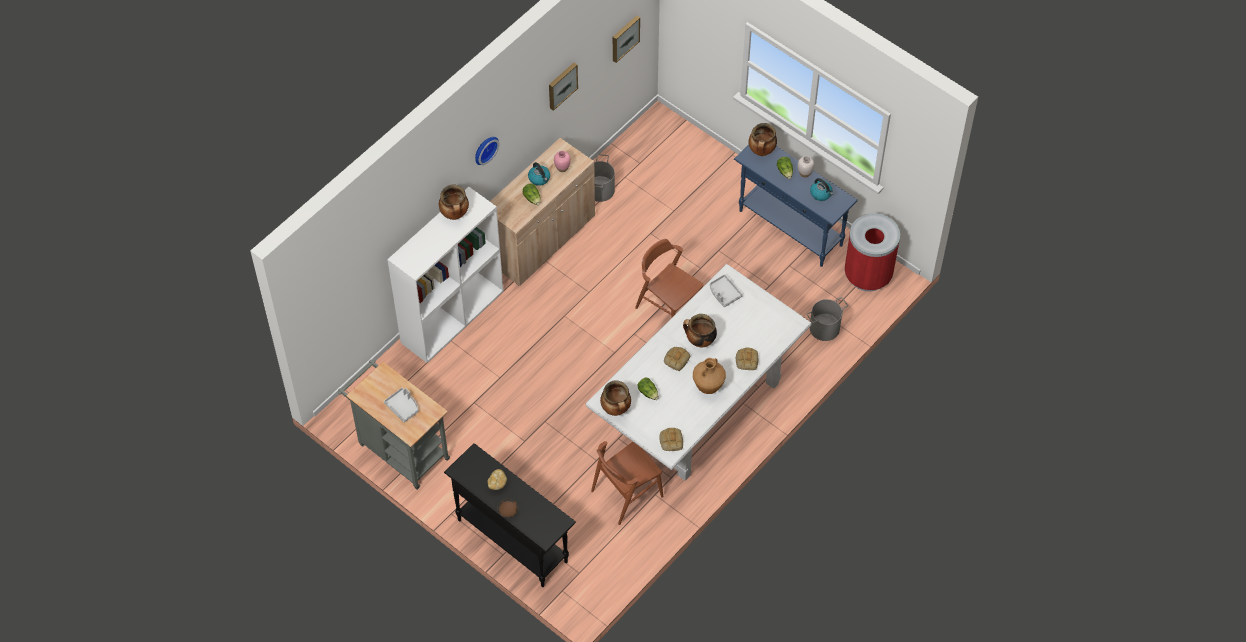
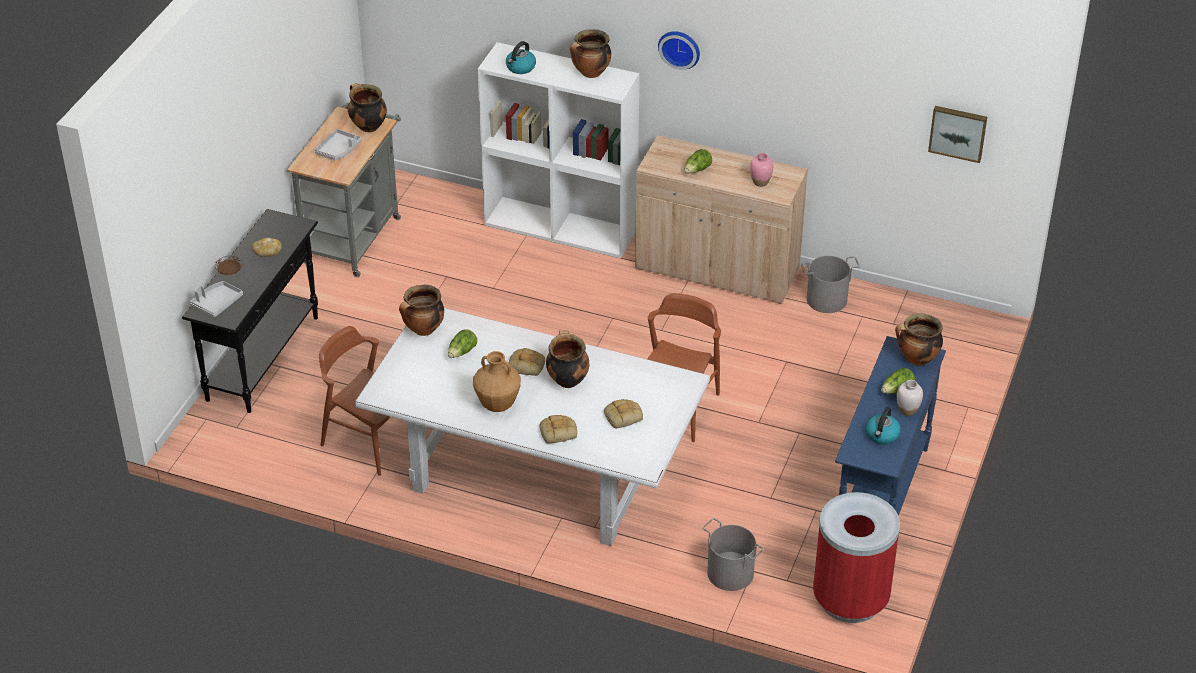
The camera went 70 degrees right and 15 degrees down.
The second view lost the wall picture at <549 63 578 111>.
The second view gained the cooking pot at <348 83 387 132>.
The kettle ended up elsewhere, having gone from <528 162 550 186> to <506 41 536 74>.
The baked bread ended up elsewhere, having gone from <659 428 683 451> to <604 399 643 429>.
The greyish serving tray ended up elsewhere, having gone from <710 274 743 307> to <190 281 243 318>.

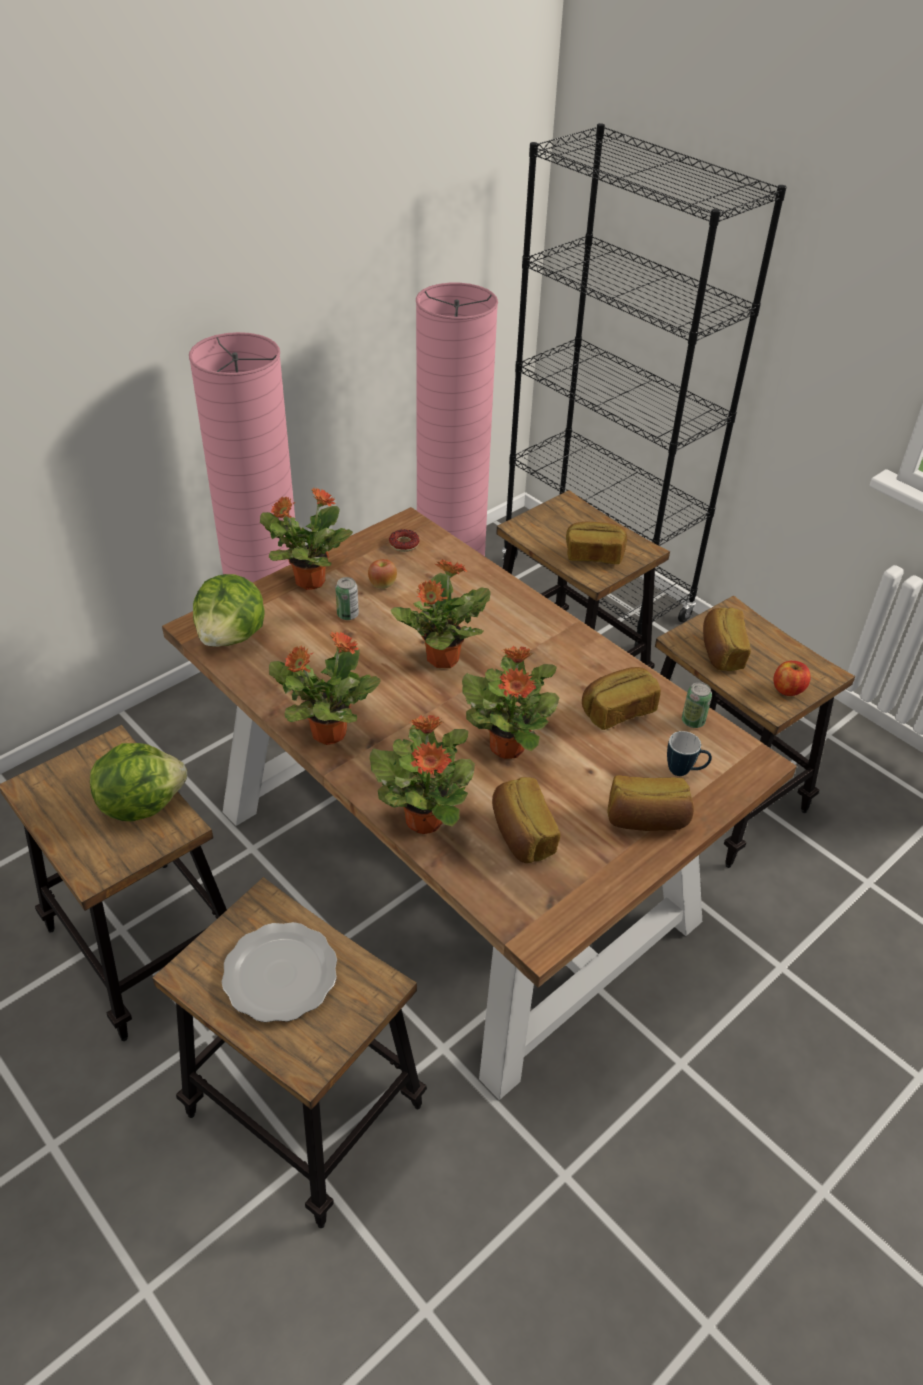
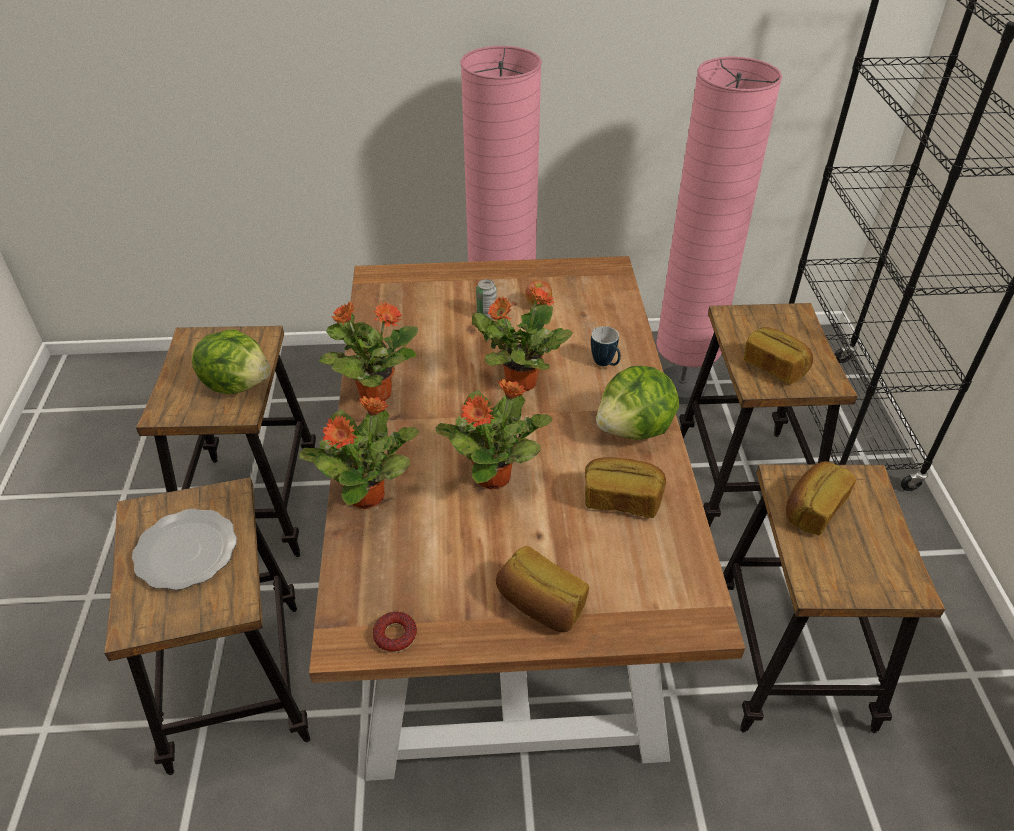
The camera went 40 degrees right and 0 degrees up.
The second view lost the plant in a pot at <260 488 353 590>.
The second view lost the baked bread at <492 777 561 863>.
The second view lost the sealed can at <682 682 712 728>.
The second view lost the apple fruit at <774 661 811 696>.
The lettuce ended up elsewhere, having gone from <193 574 265 647> to <596 366 679 440>.
The doughnut ended up elsewhere, having gone from <389 529 419 552> to <373 612 417 653>.
The tea mug ended up elsewhere, having gone from <667 731 712 776> to <591 326 621 366>.

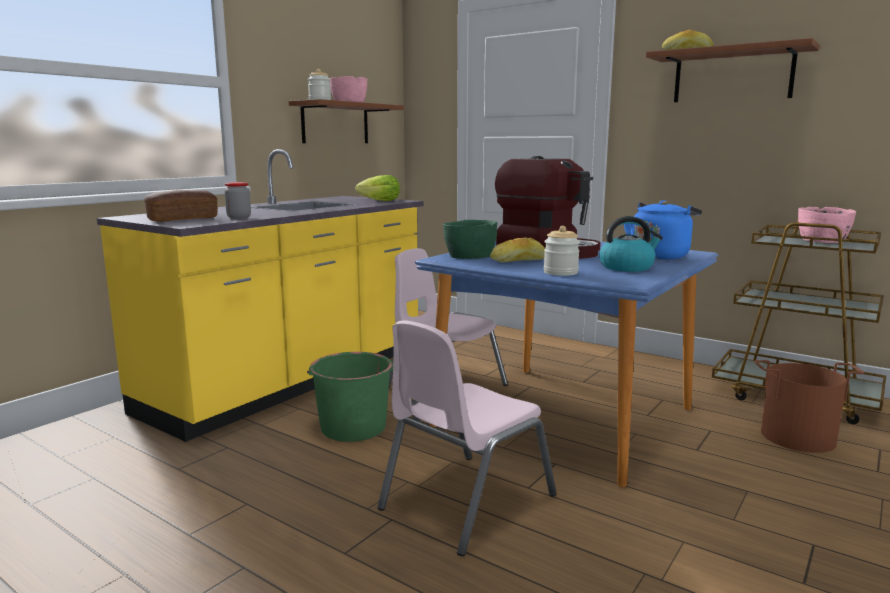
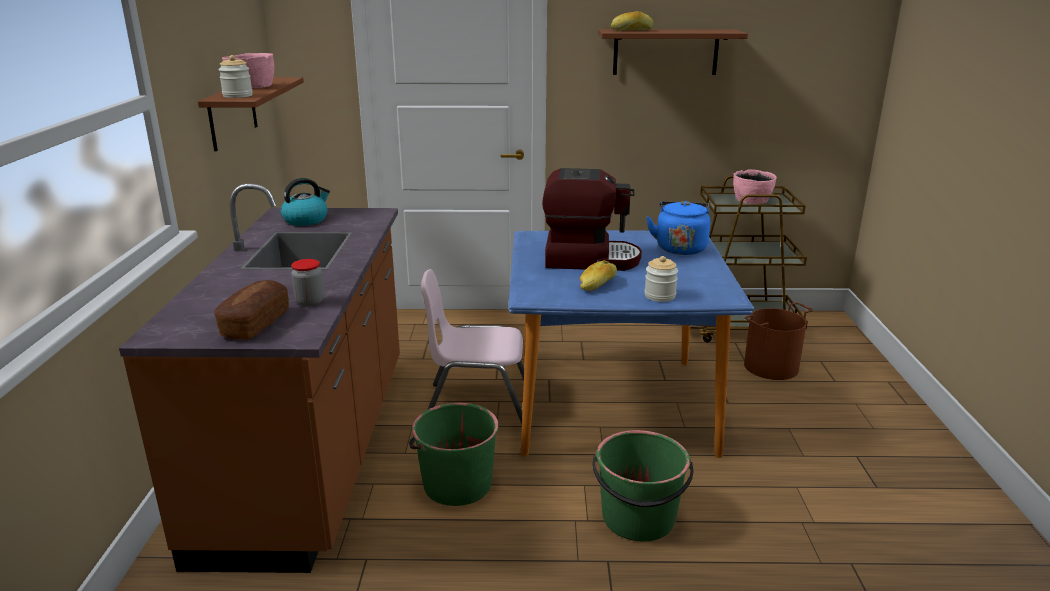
The camera went 35 degrees left and 10 degrees up.
The second view lost the lettuce at <355 175 400 201>.
The second view lost the green deep dish at <443 220 497 259>.
The kettle ended up elsewhere, having gone from <599 216 663 272> to <281 178 330 226>.
Where the pink-coloured plain chair stood at <377 320 557 556>, the green bucket came to stand at <592 430 694 541>.
What was the yellow kitchen counter at <97 149 423 442> turned into the brown kitchen counter at <119 183 400 573>.

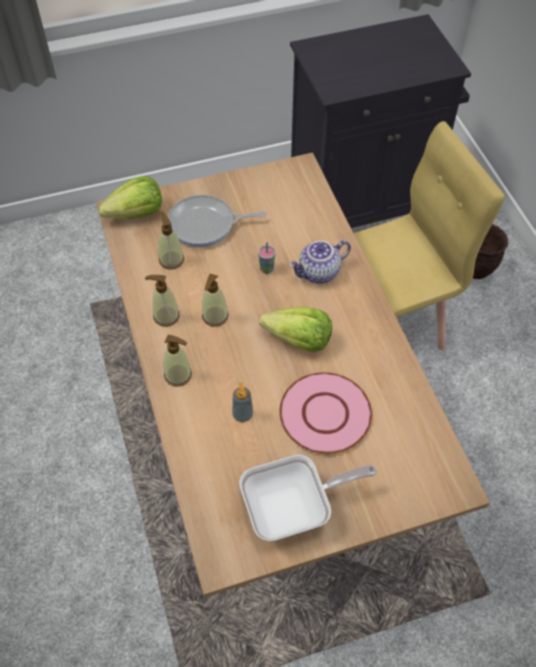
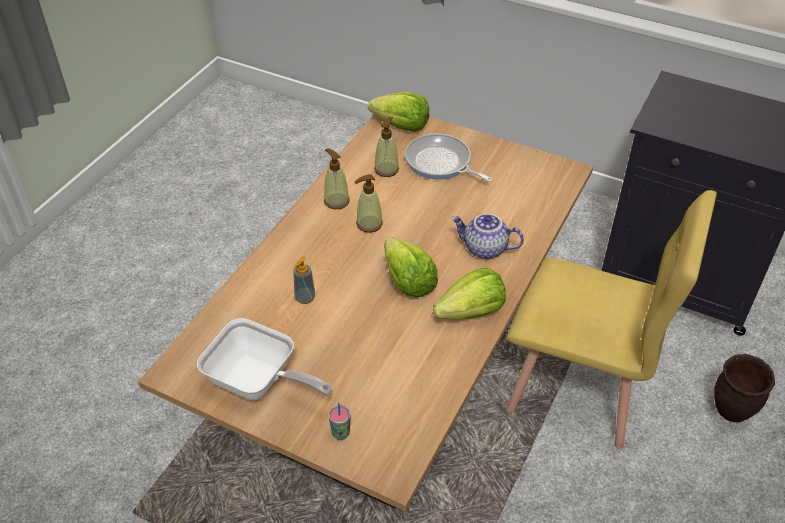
The camera went 45 degrees right and 10 degrees down.
The second view lost the soap bottle at <164 335 192 387>.
The second view lost the pink-coloured plate at <279 372 372 454>.
The second view gained the lettuce at <433 268 506 320>.
The drinking cup ended up elsewhere, having gone from <258 242 275 274> to <328 403 351 440>.

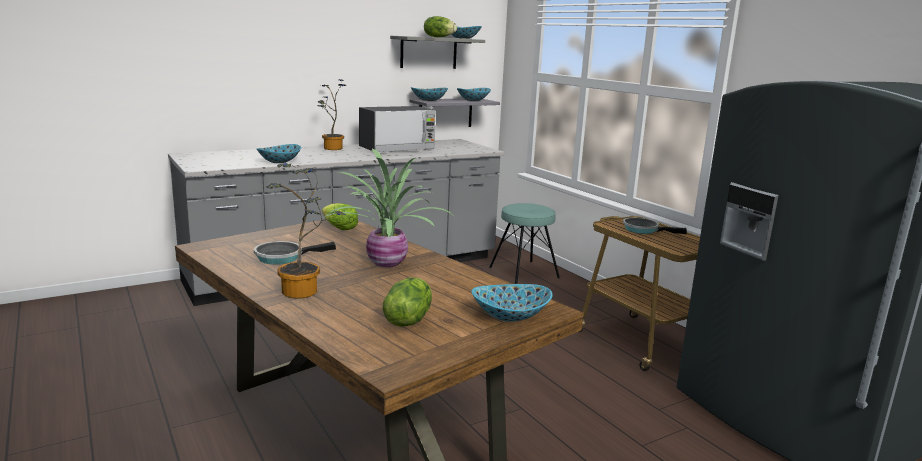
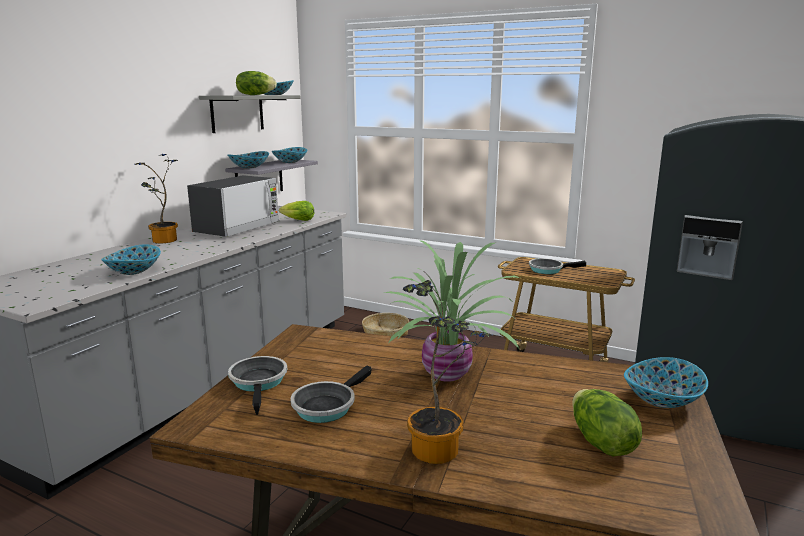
The camera went 30 degrees left and 0 degrees up.
The second view gained the skillet at <228 356 287 415>.
The lettuce ended up elsewhere, having gone from <322 203 358 230> to <279 201 314 221>.
Where the blue-green stool stood at <489 203 560 284>, the storage basket came to stand at <362 313 409 337>.

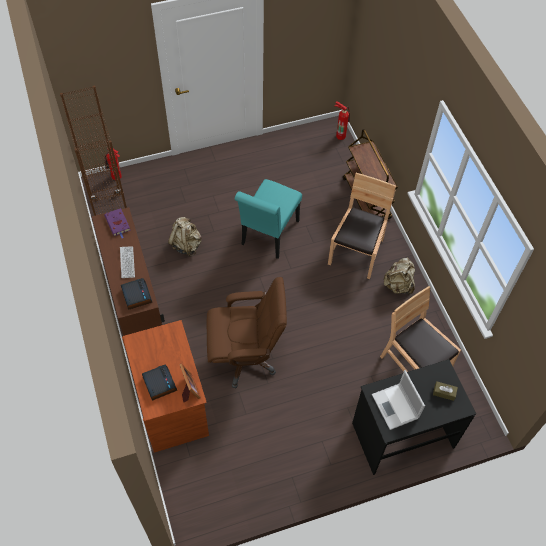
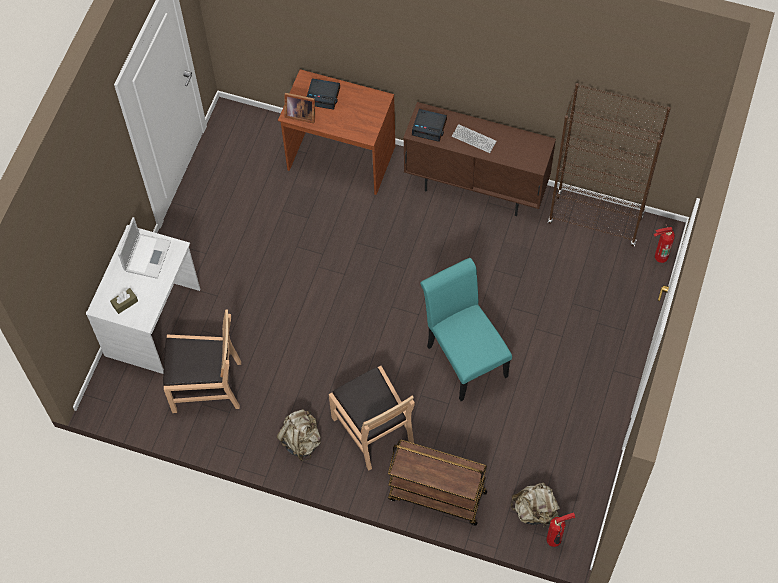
The camera went 130 degrees right and 5 degrees up.
The second view lost the purple-coloured bound book at <104 208 131 238>.
The second view lost the brown desk chair at <207 277 287 388>.
The beige backpack ended up elsewhere, having gone from <168 217 201 257> to <510 483 560 528>.
What was the blackish desk at <352 359 476 475> turned into the white desk at <86 225 200 374>.
The laptop at <372 370 425 430> ended up facing another way, 90 degrees clockwise from before.

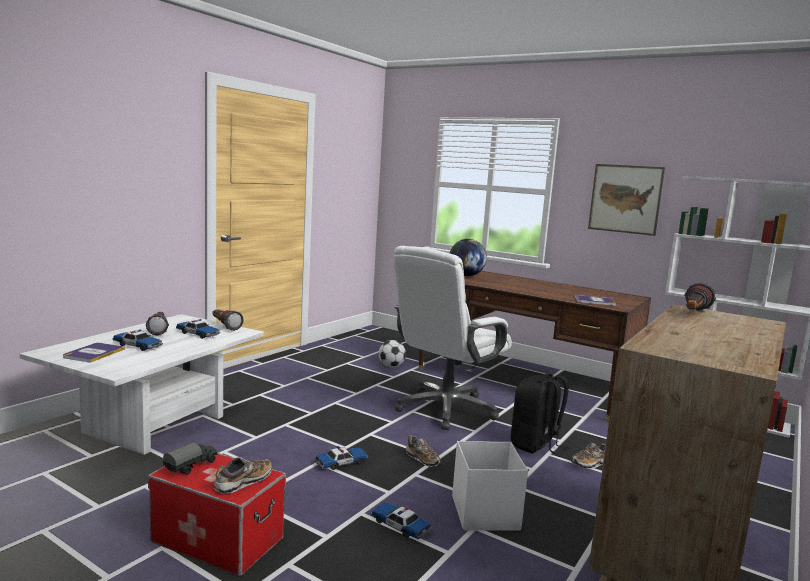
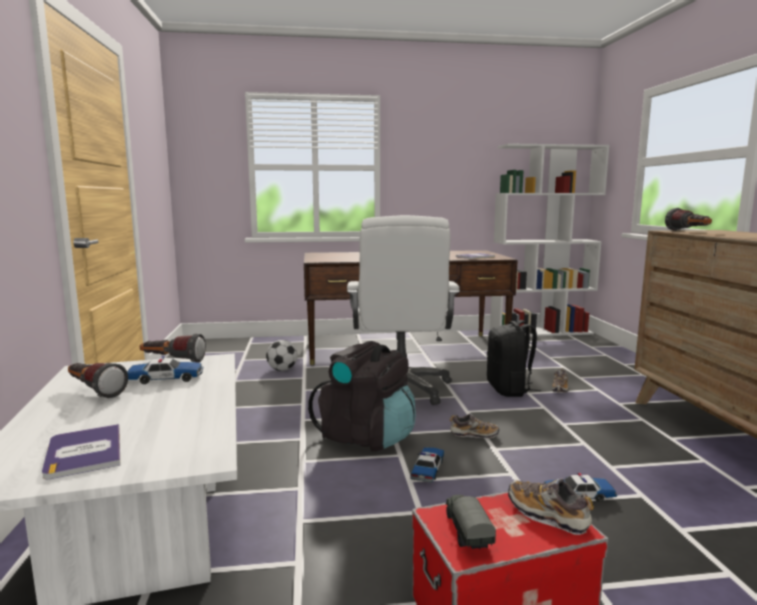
The camera went 40 degrees left and 0 degrees up.
The second view lost the toy car at <113 329 163 351>.
The second view lost the globe at <450 239 487 276>.
The second view lost the white storage bin at <452 441 528 530>.
The second view lost the wall picture at <588 164 665 236>.
The second view gained the blackish backpack at <308 341 416 451>.
The shoe at <214 457 272 494> ended up facing another way, 45 degrees counterclockwise from before.

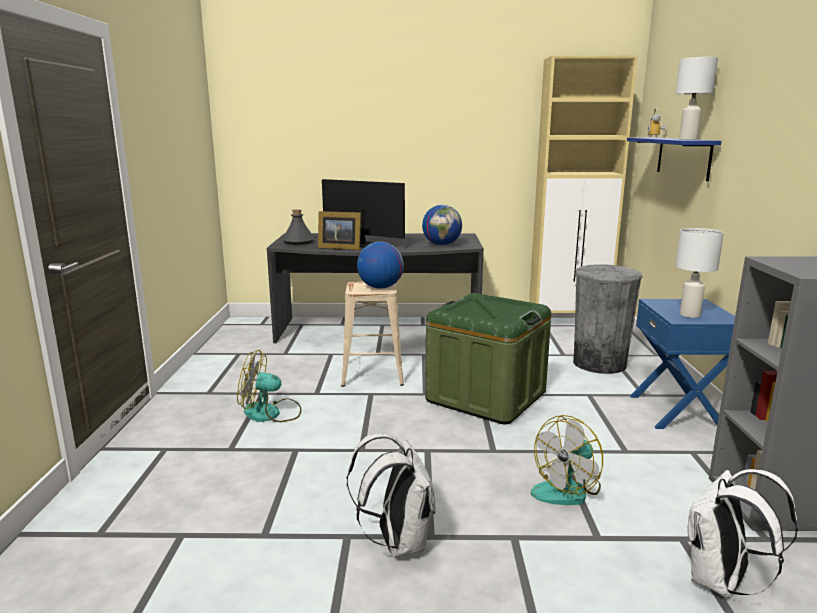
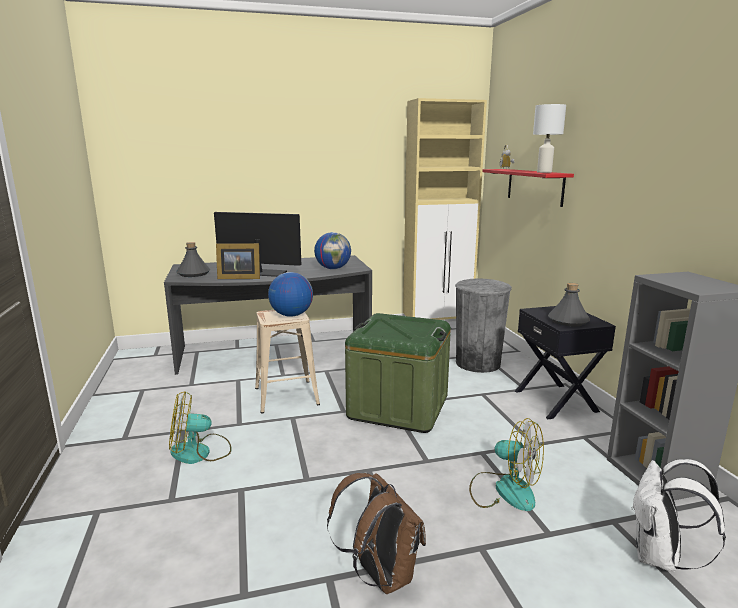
The camera went 15 degrees left and 0 degrees up.
Where the white tabletop lamp stood at <676 228 724 318>, the greyish bottle came to stand at <548 283 590 327>.
What was the white backpack at <347 433 436 557> turned into the brown backpack at <327 473 426 594>.
What was the bluish bracket shelf at <627 138 722 181> turned into the red-coloured bracket shelf at <482 169 574 207>.
What was the bluish nightstand at <630 299 735 429> turned into the blackish nightstand at <515 306 616 419>.
The fan at <531 415 603 505> ended up facing another way, 90 degrees counterclockwise from before.

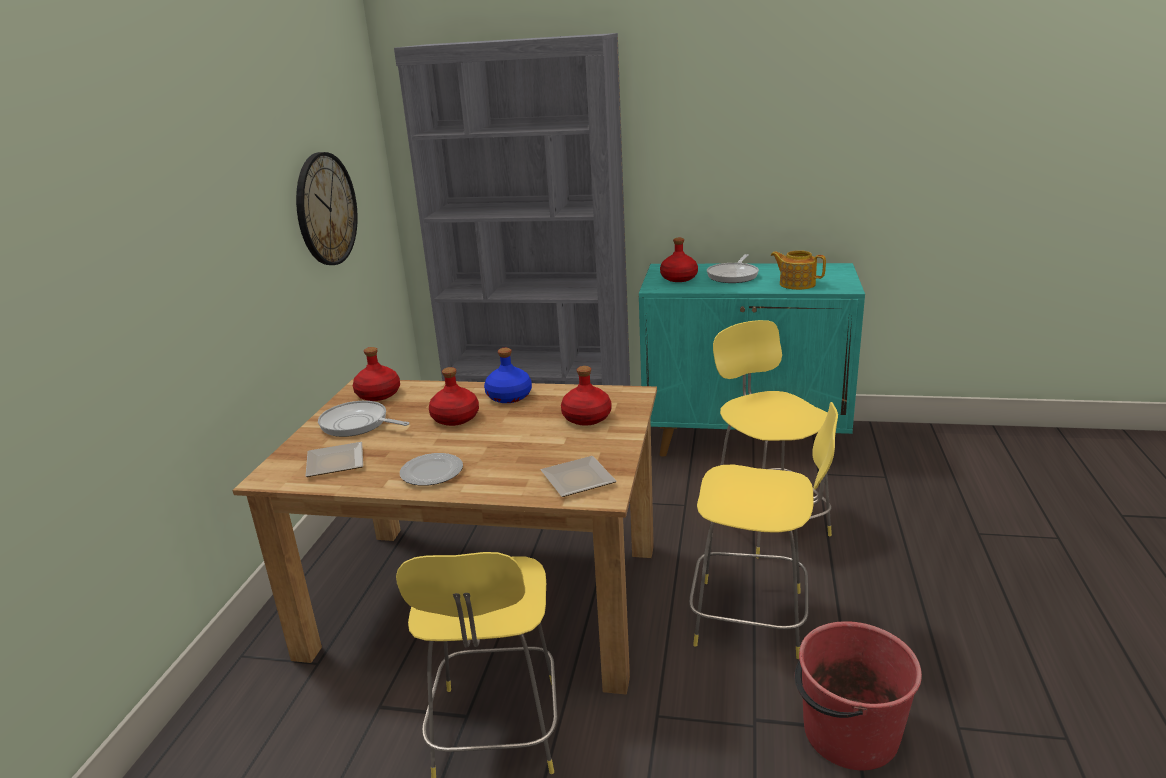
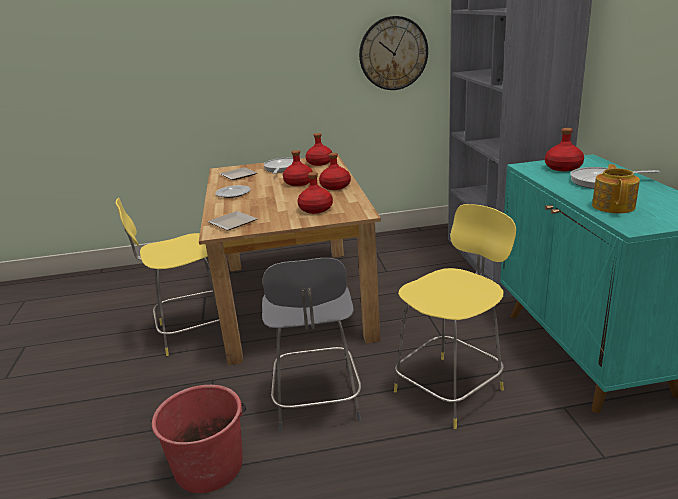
The camera went 70 degrees right and 0 degrees up.
What was the bluish bottle at <484 348 532 403> turned into the red-coloured bottle at <319 153 351 190>.
What was the yellow stool at <689 402 838 659> turned into the greyish stool at <262 258 361 432>.

